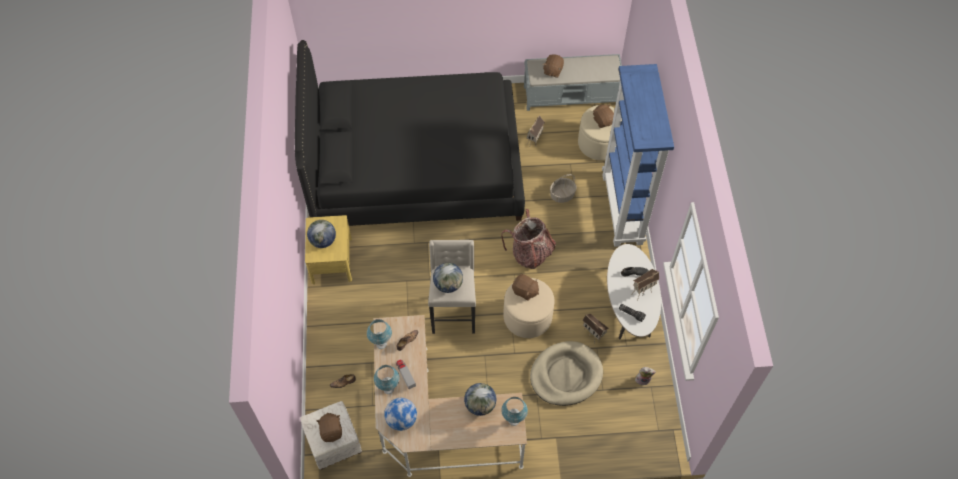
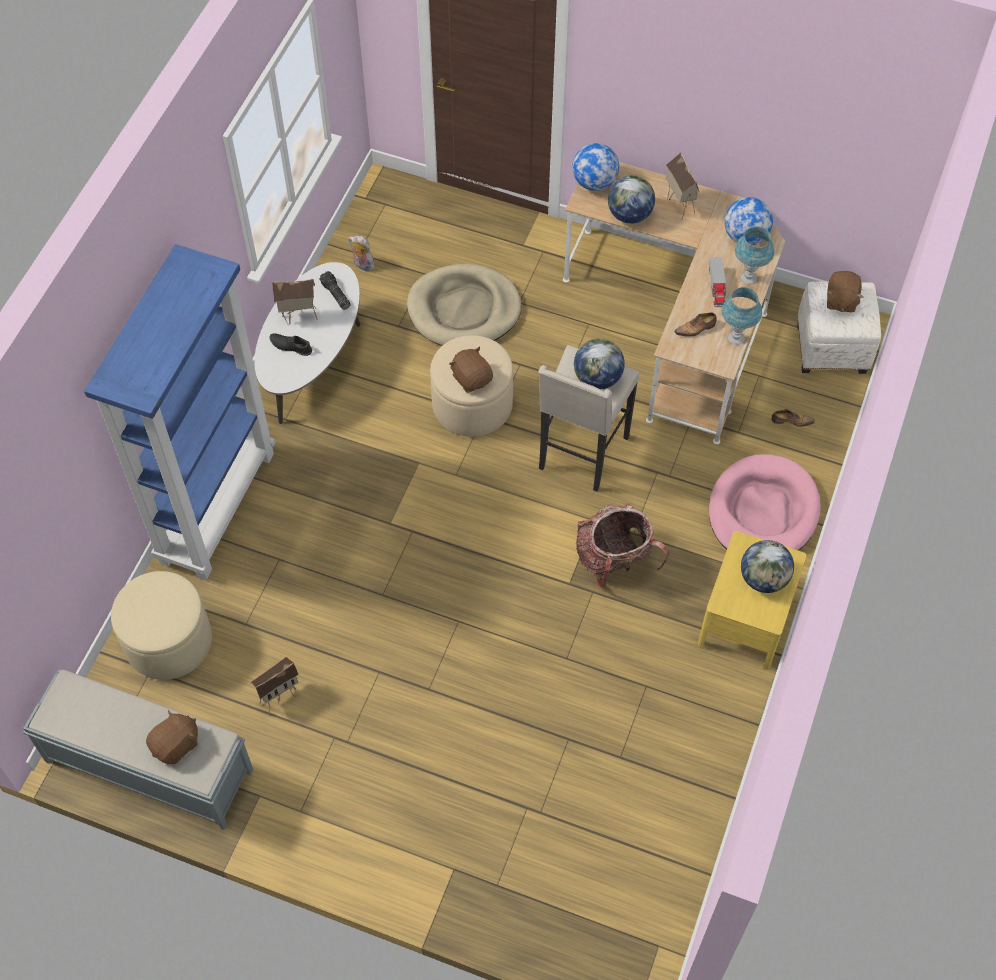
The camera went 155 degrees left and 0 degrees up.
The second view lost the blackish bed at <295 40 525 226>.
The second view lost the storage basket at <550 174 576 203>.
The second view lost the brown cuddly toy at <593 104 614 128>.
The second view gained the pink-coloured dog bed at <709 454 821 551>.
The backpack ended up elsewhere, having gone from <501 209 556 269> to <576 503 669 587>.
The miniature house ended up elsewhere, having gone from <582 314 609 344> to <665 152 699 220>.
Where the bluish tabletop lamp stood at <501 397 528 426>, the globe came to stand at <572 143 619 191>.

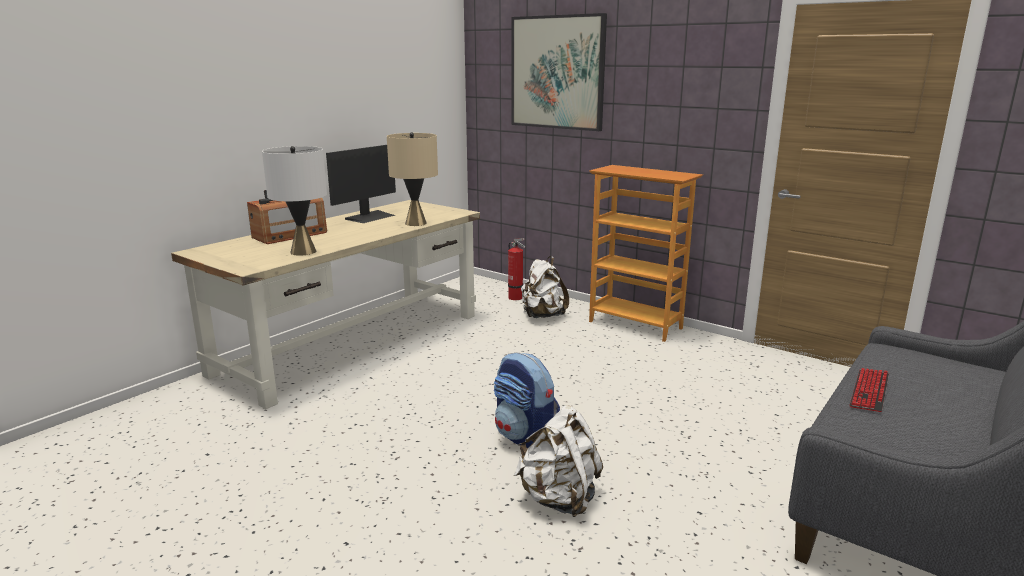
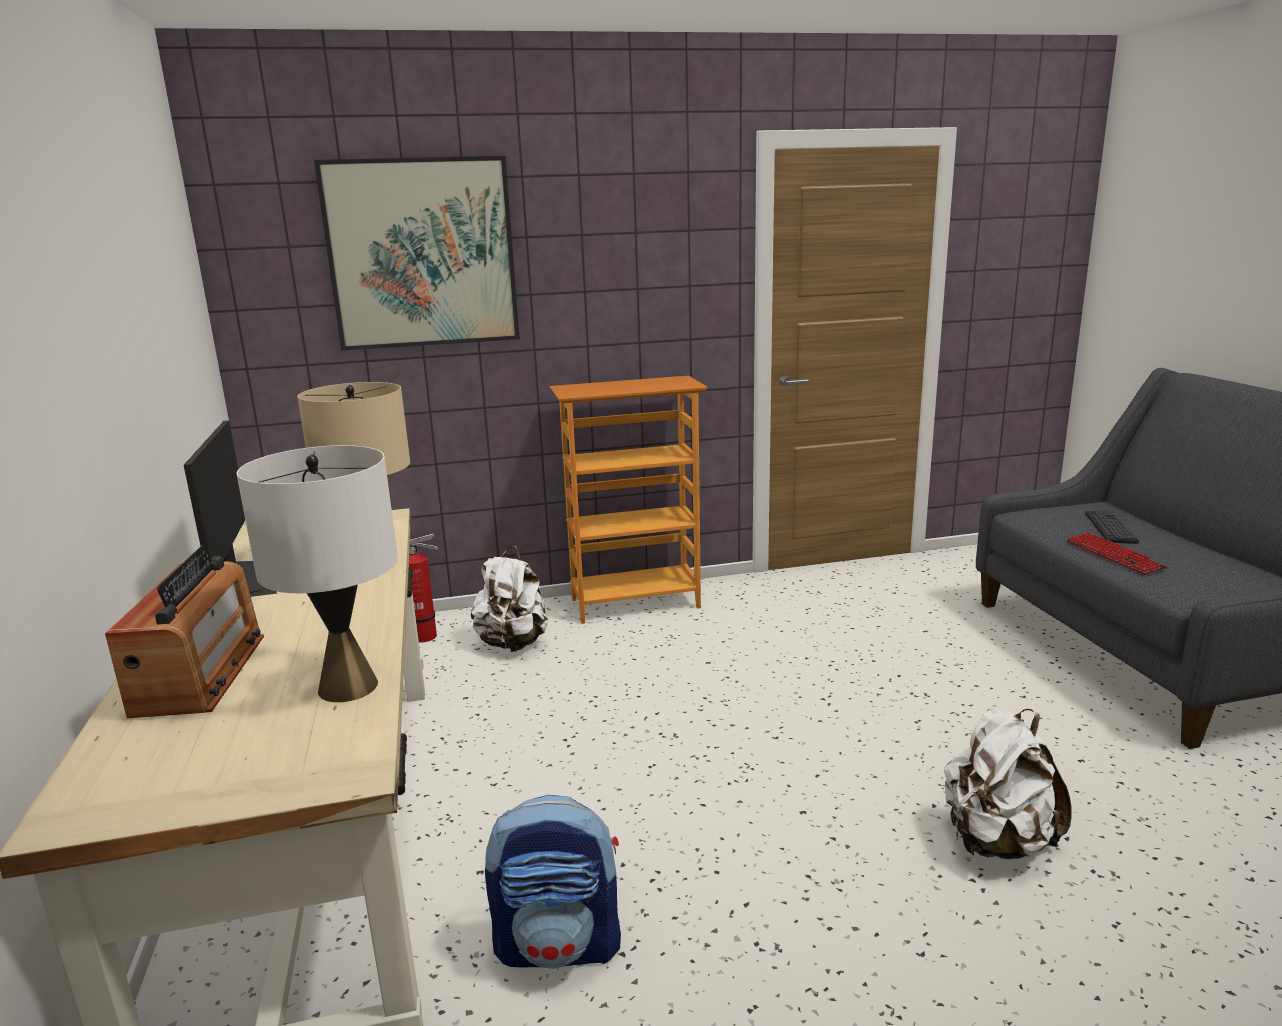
The camera went 50 degrees left and 0 degrees up.
The second view gained the computer keyboard at <1085 510 1139 544>.
The backpack ended up elsewhere, having gone from <494 352 560 448> to <485 795 621 969>.

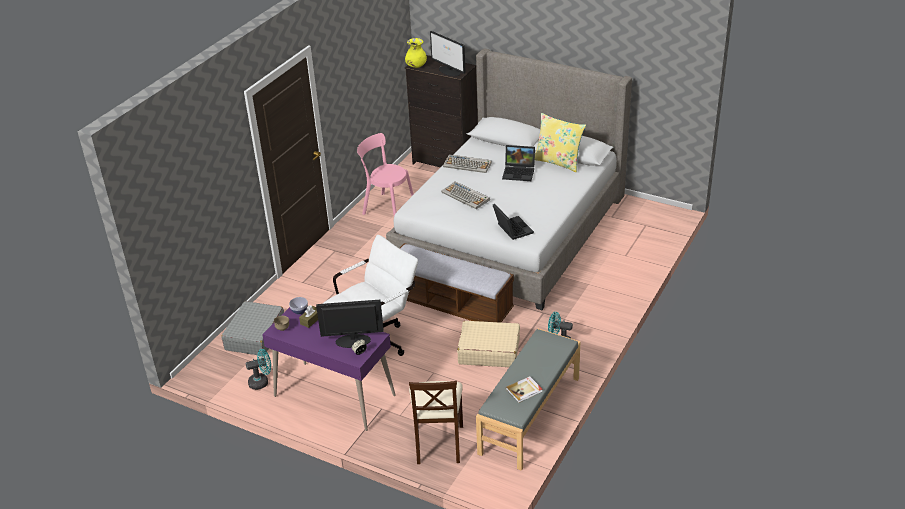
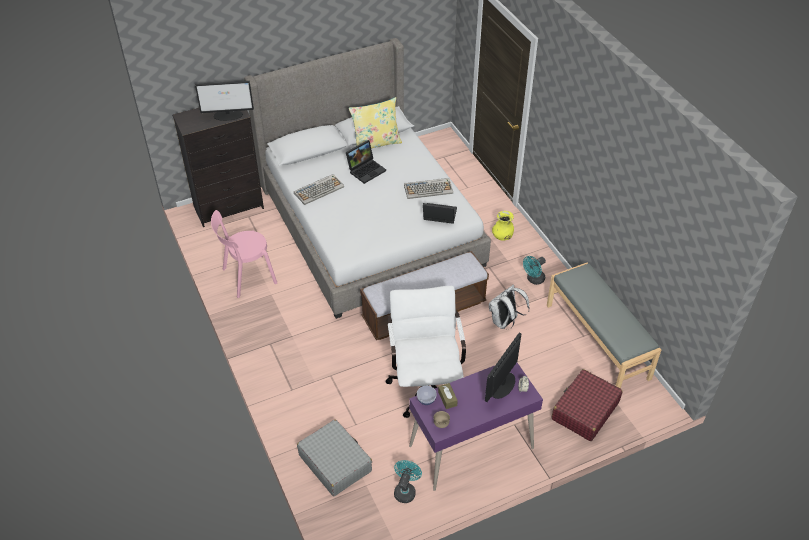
The camera went 55 degrees left and 10 degrees up.
The second view lost the bound book at <506 376 543 403>.
The yellow decorative vase ended up elsewhere, having gone from <405 38 427 68> to <492 211 514 241>.
The computer keyboard ended up elsewhere, having gone from <441 181 490 209> to <404 178 453 199>.
Where the beige plain chair stood at <409 381 463 464>, the red-coloured suitcase came to stand at <552 369 623 441>.
Where the beige suitcase stood at <457 321 520 367>, the white backpack came to stand at <489 285 530 330>.

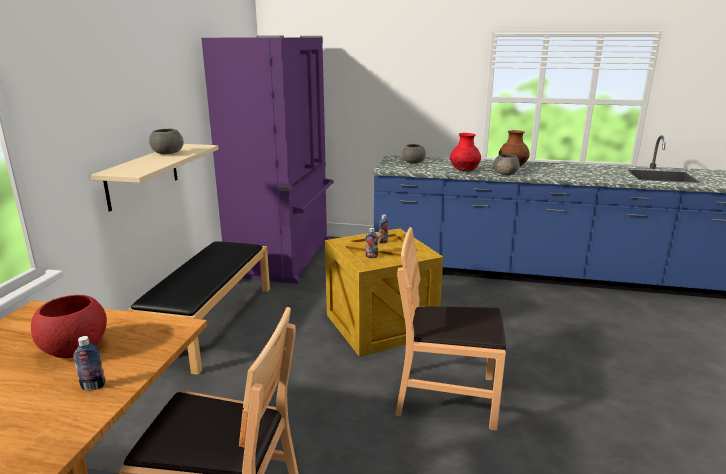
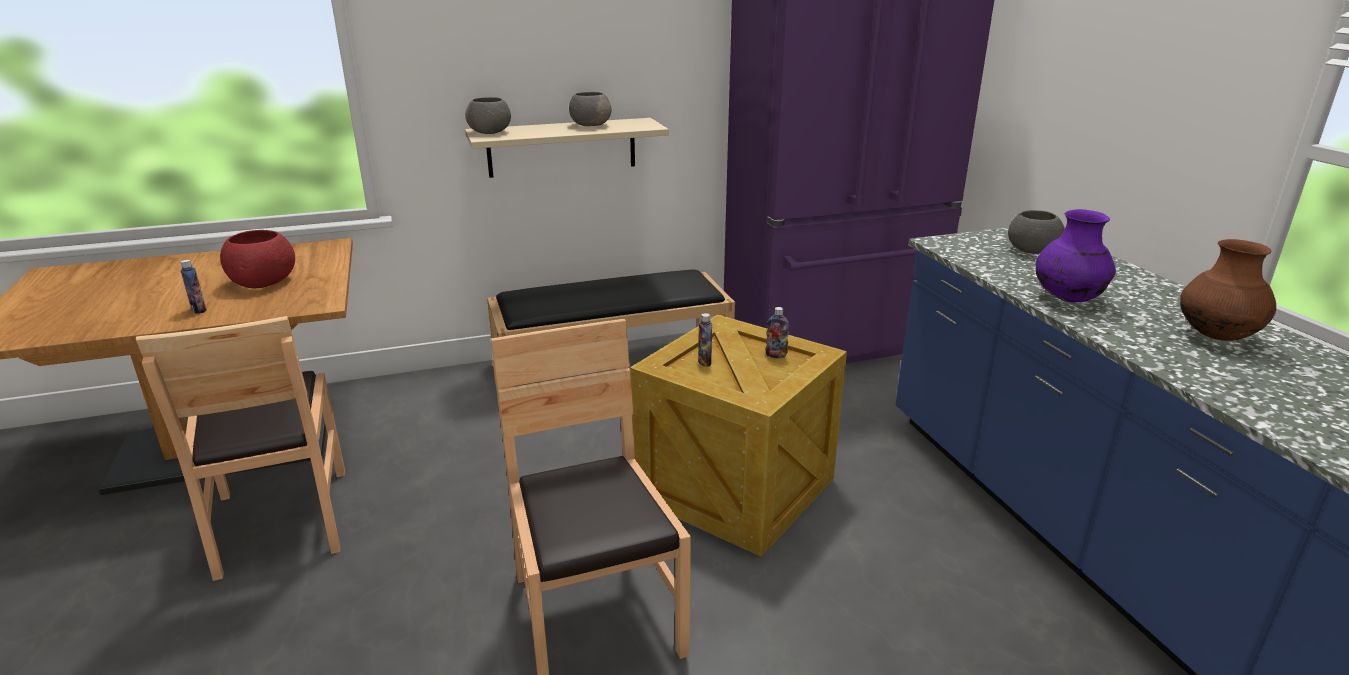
The camera went 60 degrees right and 5 degrees up.
The greyish deep dish ended up elsewhere, having gone from <493 154 520 175> to <465 97 511 134>.
What was the red-coloured decorative vase at <450 133 481 172> turned into the purple-coloured decorative vase at <1036 209 1116 303>.

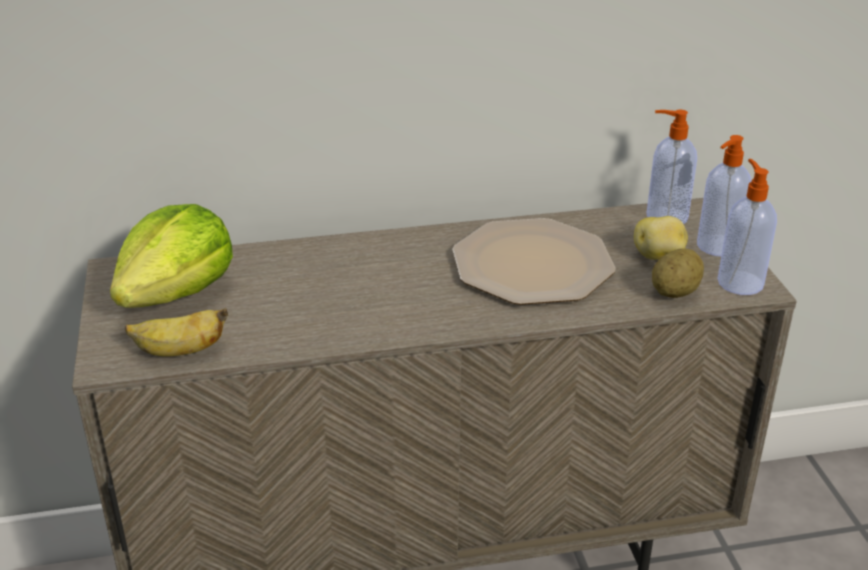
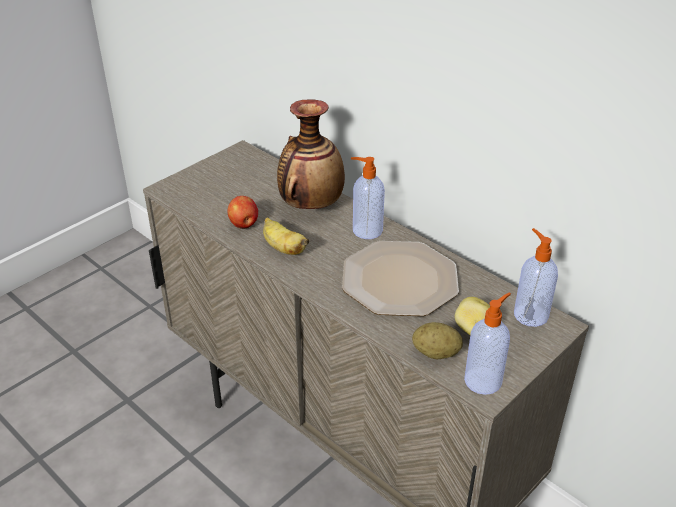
The camera went 55 degrees right and 5 degrees up.
The second view lost the lettuce at <110 204 233 308>.
The second view gained the apple fruit at <227 196 258 229>.
The second view gained the decorative vase at <277 99 345 209>.
The banana fruit ended up elsewhere, having gone from <125 308 228 357> to <263 217 309 255>.
The soap bottle ended up elsewhere, having gone from <697 135 751 256> to <351 157 385 239>.

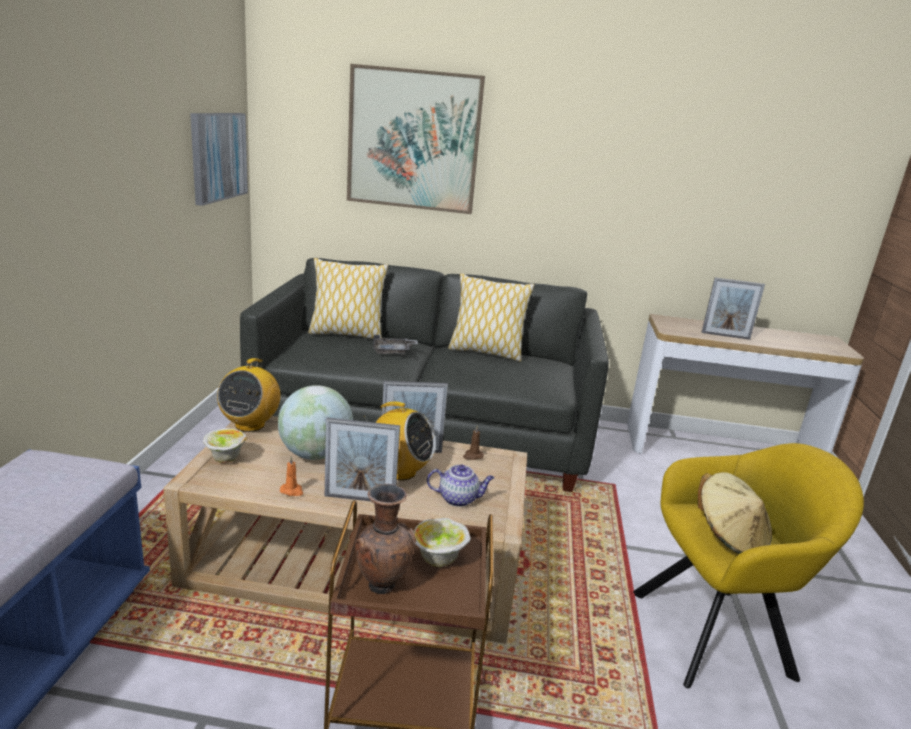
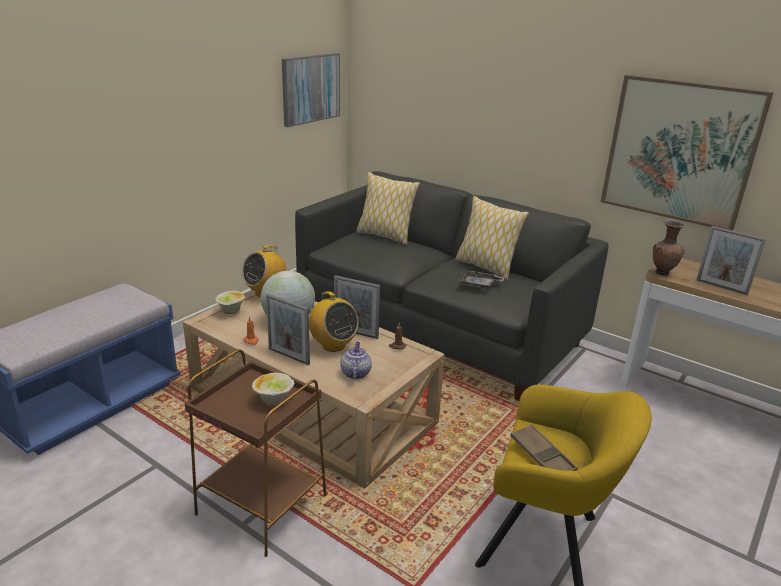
The camera went 30 degrees right and 5 degrees up.
The wall picture ended up elsewhere, having gone from <347 64 485 214> to <601 75 774 231>.
The brown decorative vase ended up elsewhere, having gone from <355 484 416 594> to <653 221 685 276>.
The greyish serving tray ended up elsewhere, having gone from <373 335 418 355> to <459 267 505 290>.
Where the beige clothing hat stood at <698 472 772 554>, the brown serving tray came to stand at <510 425 578 471>.
The teapot at <427 465 494 507> ended up facing another way, 120 degrees counterclockwise from before.

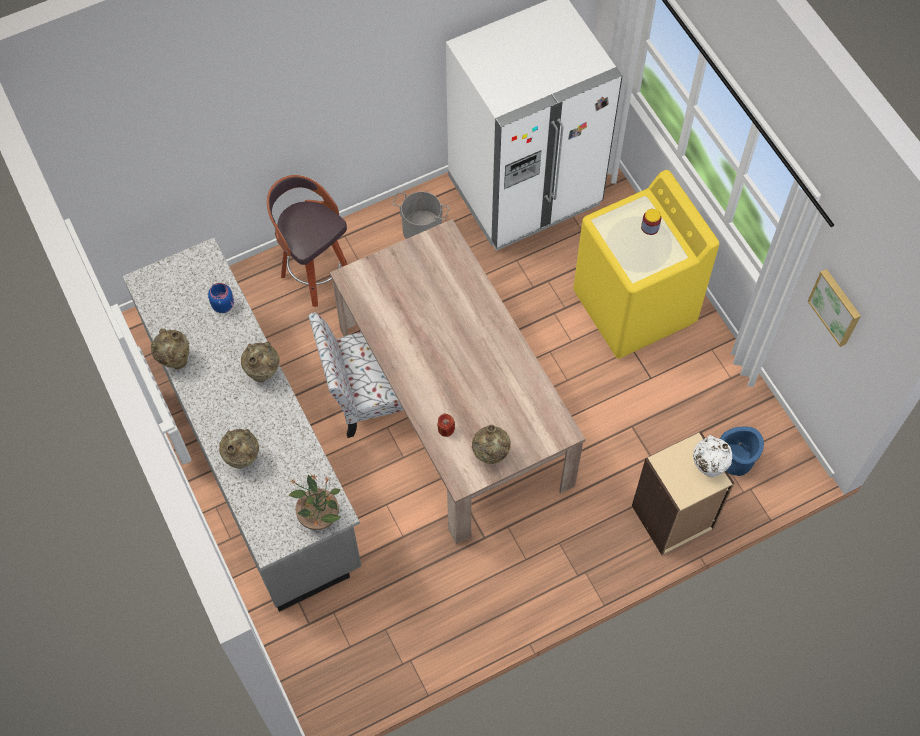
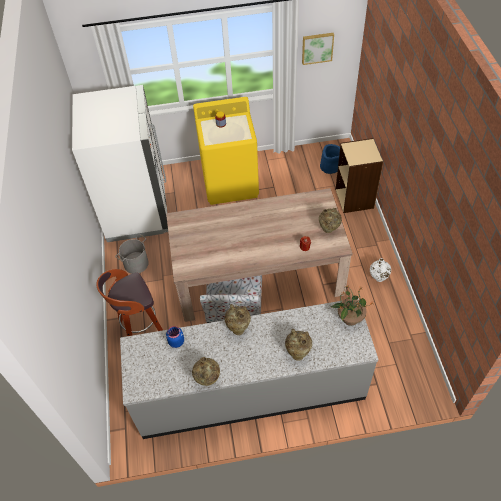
The camera went 70 degrees left and 10 degrees down.
The white decorative vase ended up elsewhere, having gone from <693 435 733 477> to <370 258 391 282>.

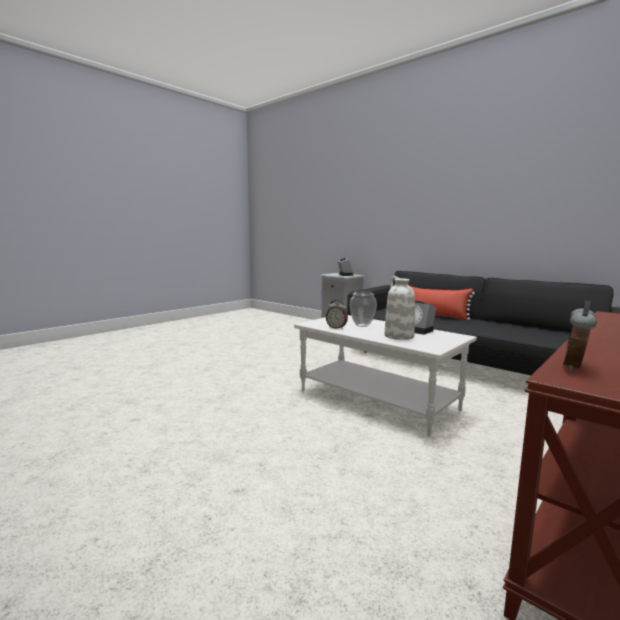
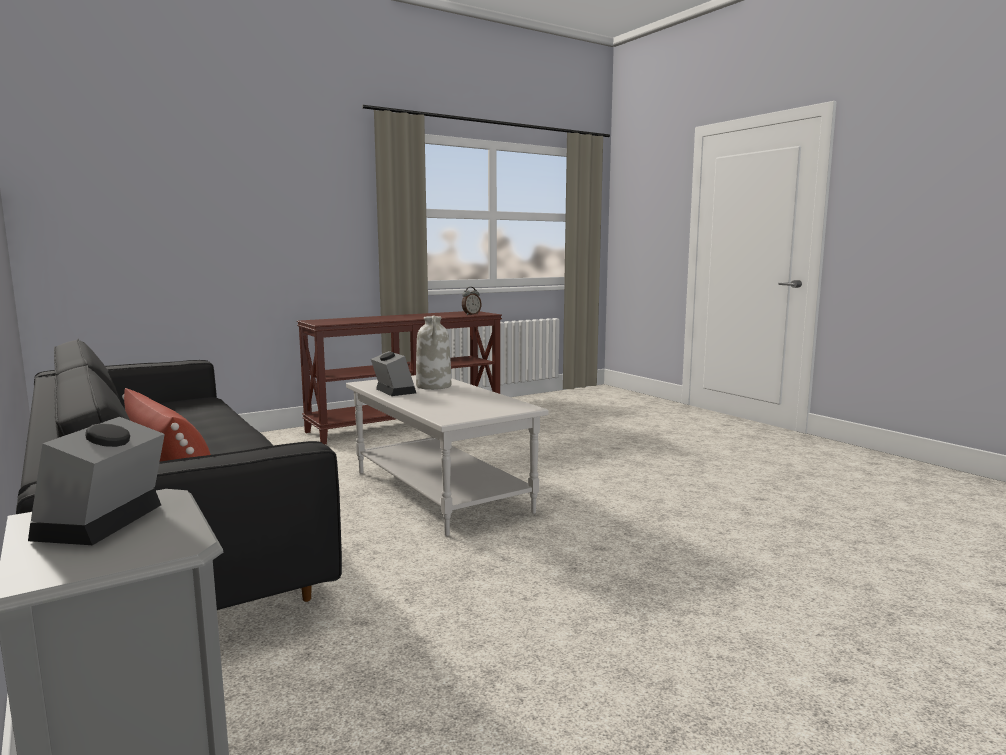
The camera went 165 degrees left and 0 degrees up.
The second view lost the bedside clock at <326 300 348 329>.
The second view lost the decorative vase at <349 291 377 327>.

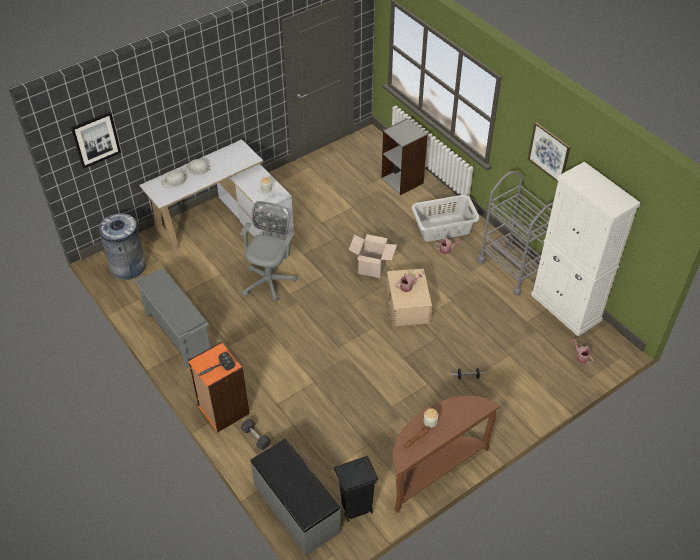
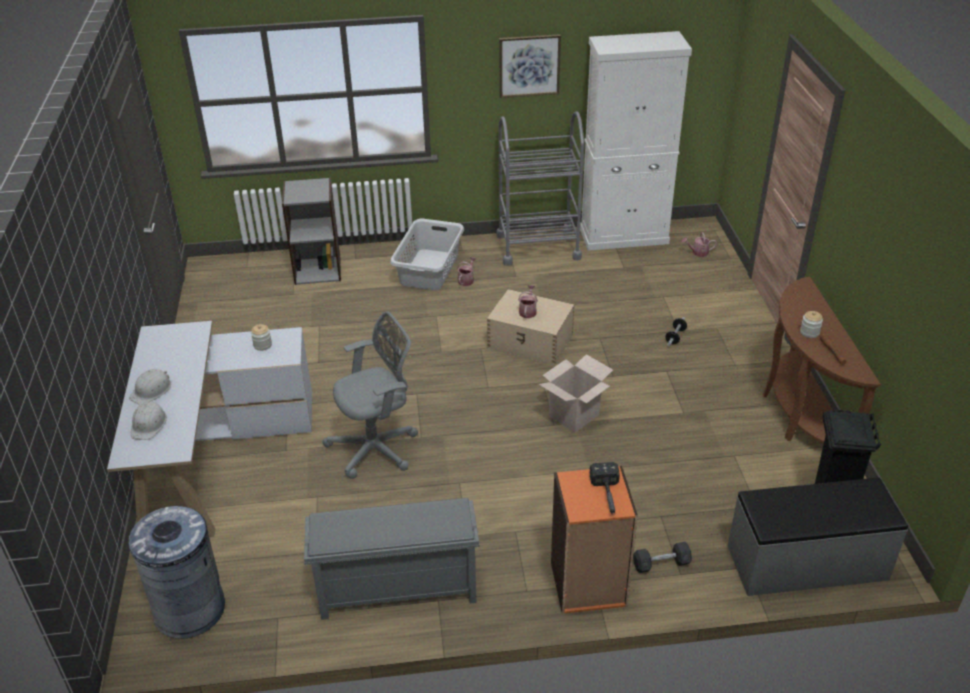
The camera went 60 degrees left and 10 degrees down.
The second view lost the wall picture at <71 112 121 169>.
The carton ended up elsewhere, having gone from <349 234 397 278> to <539 354 613 433>.
The greyish desk chair at <240 201 298 301> ended up facing another way, 105 degrees clockwise from before.

